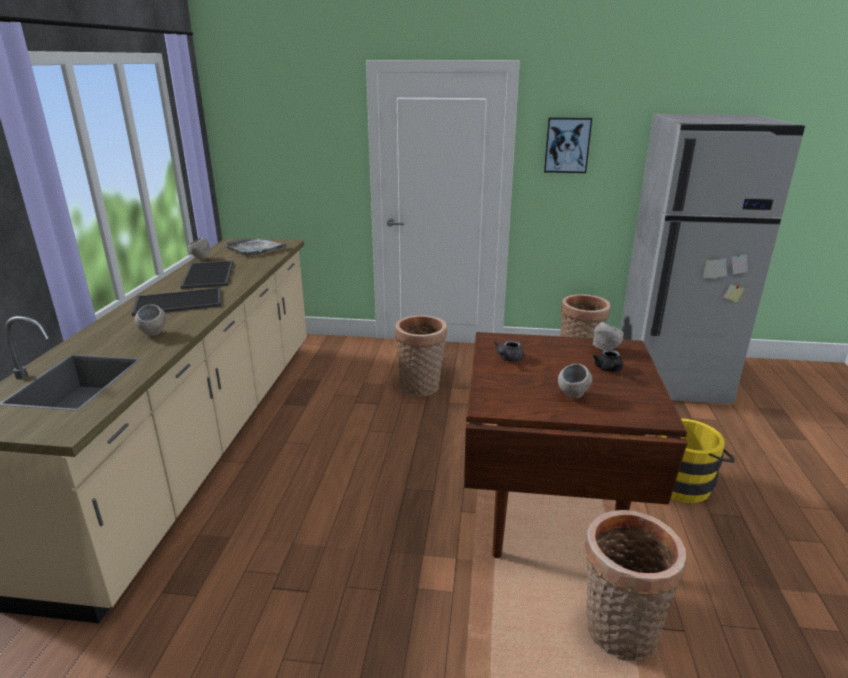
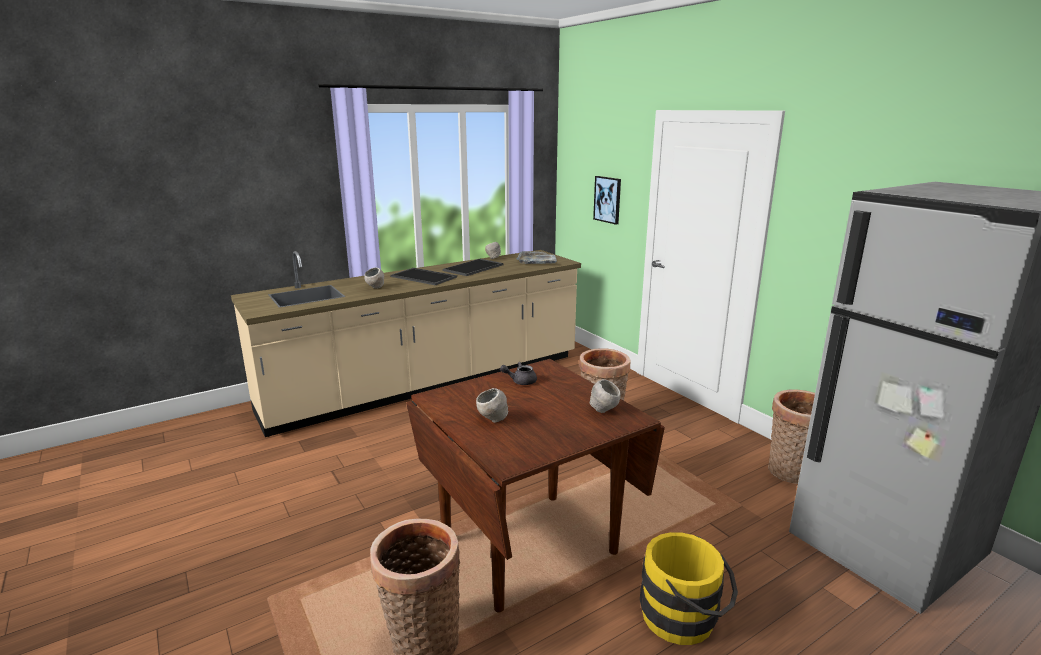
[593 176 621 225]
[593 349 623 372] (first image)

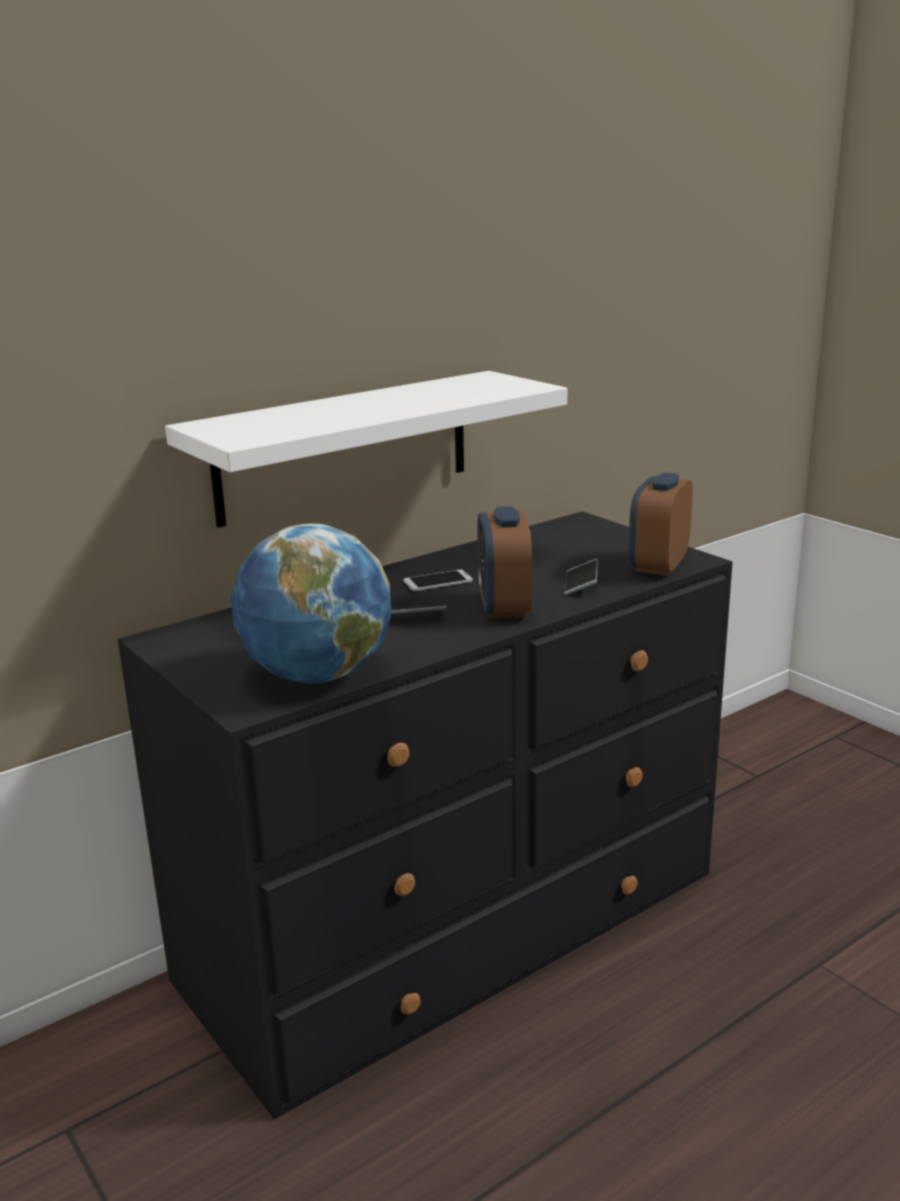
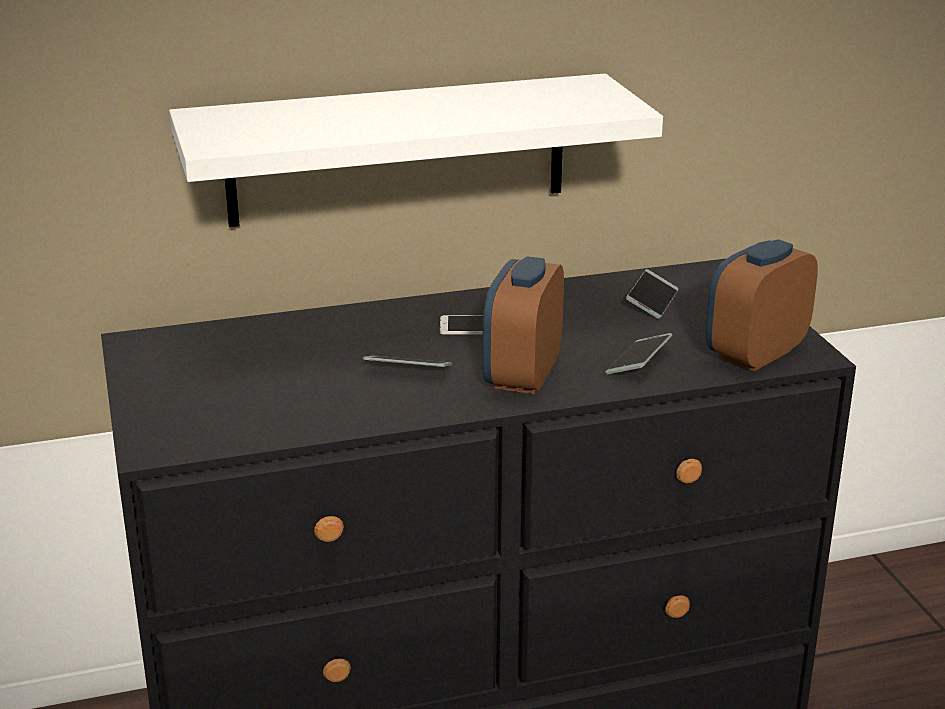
[626 269 678 319]
[231 523 391 683] (first image)

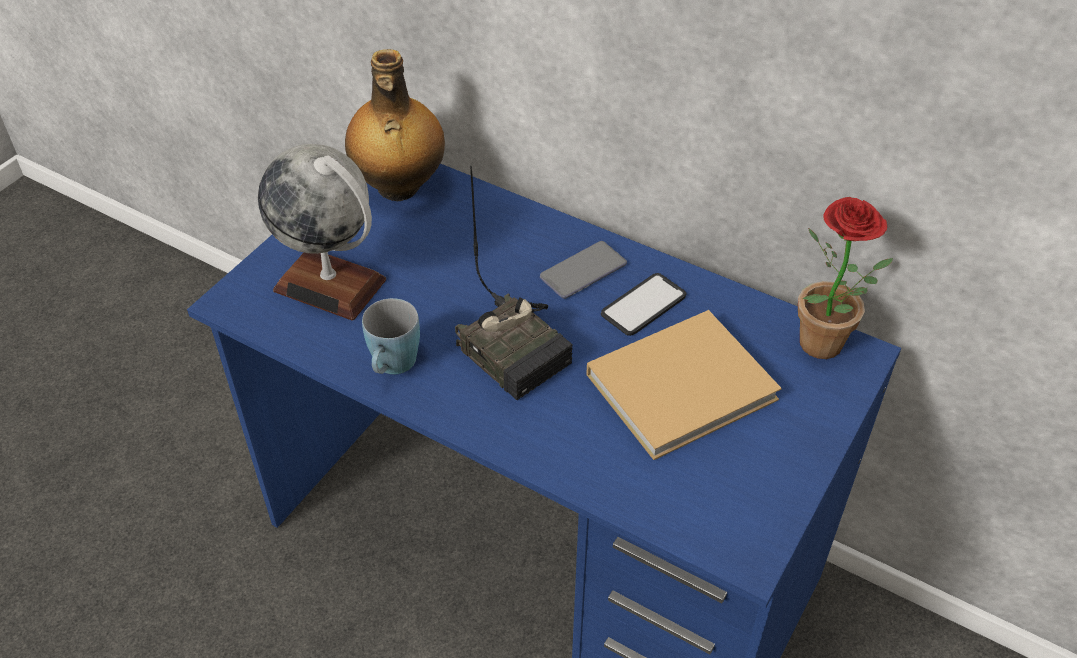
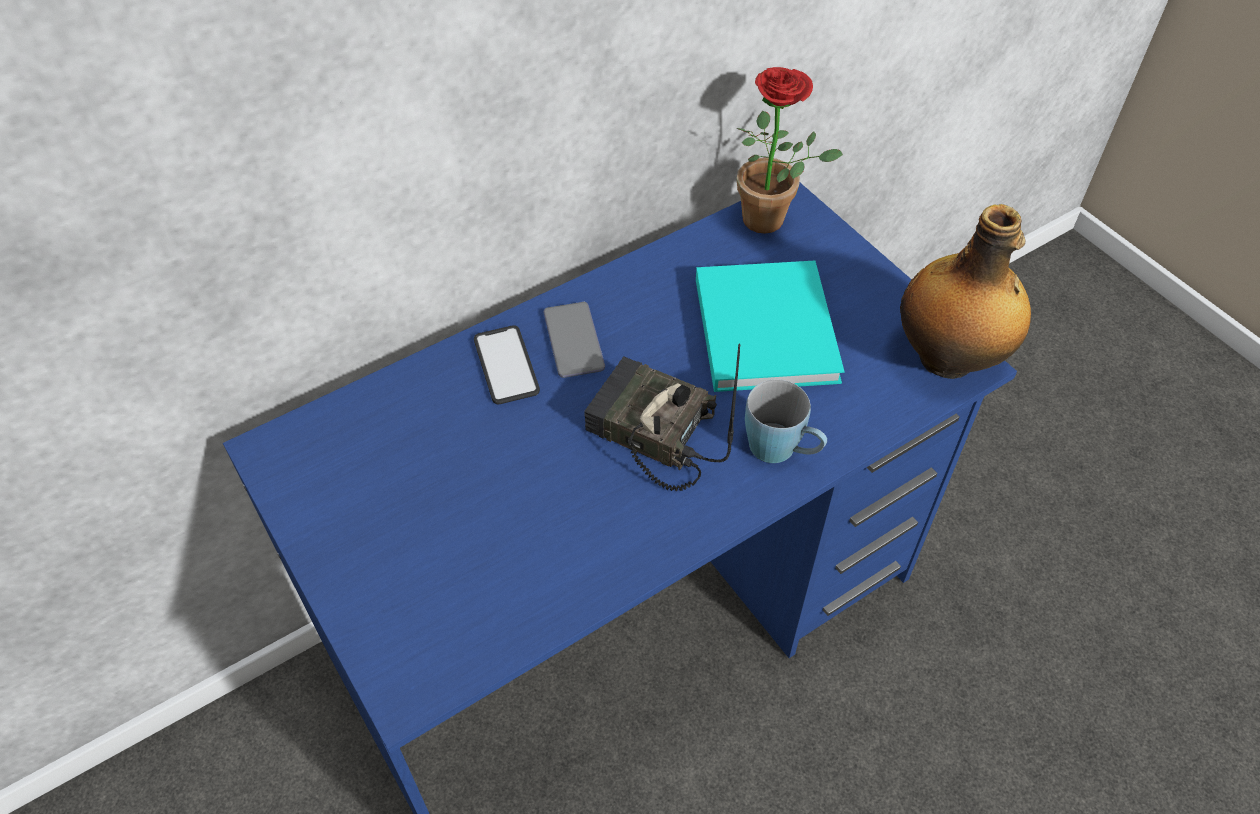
[474 325 540 404]
[584 343 740 491]
[696 261 845 392]
[745 379 827 463]
[900 204 1031 379]
[258 144 386 321] (first image)

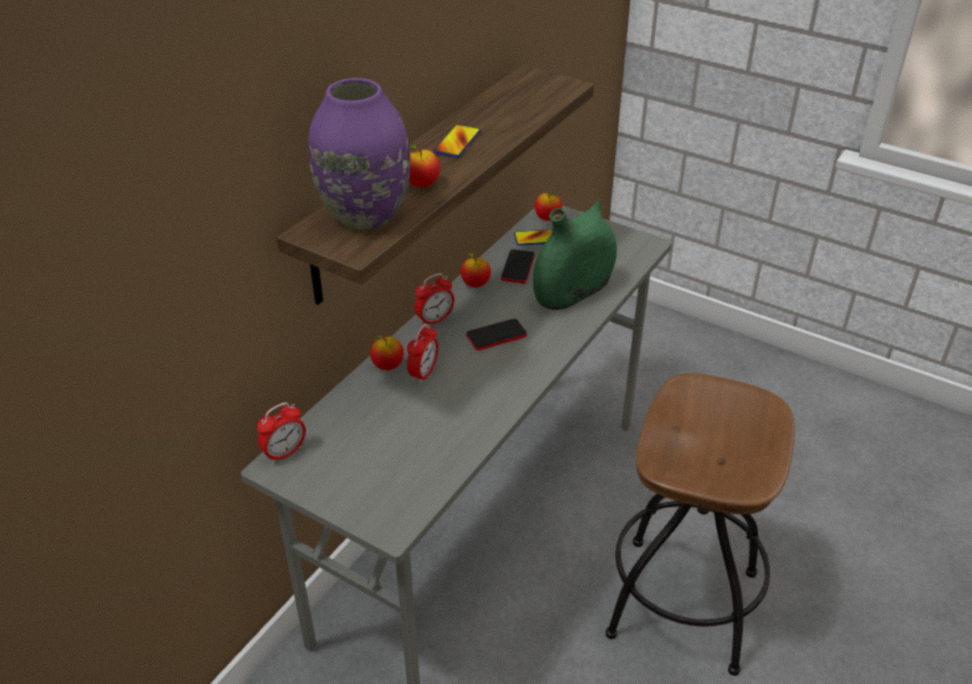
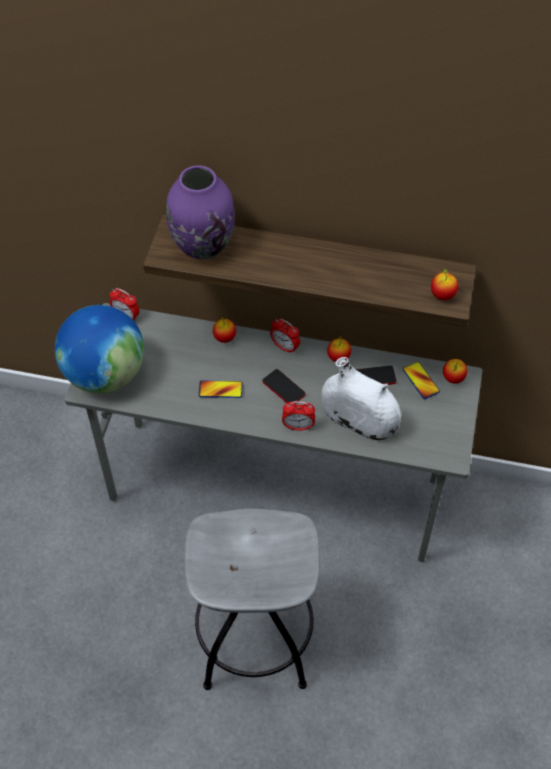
[55 305 144 393]
[184 508 320 690]
[199 381 243 398]
[282 401 315 430]
[321 357 401 440]
[431 268 458 300]

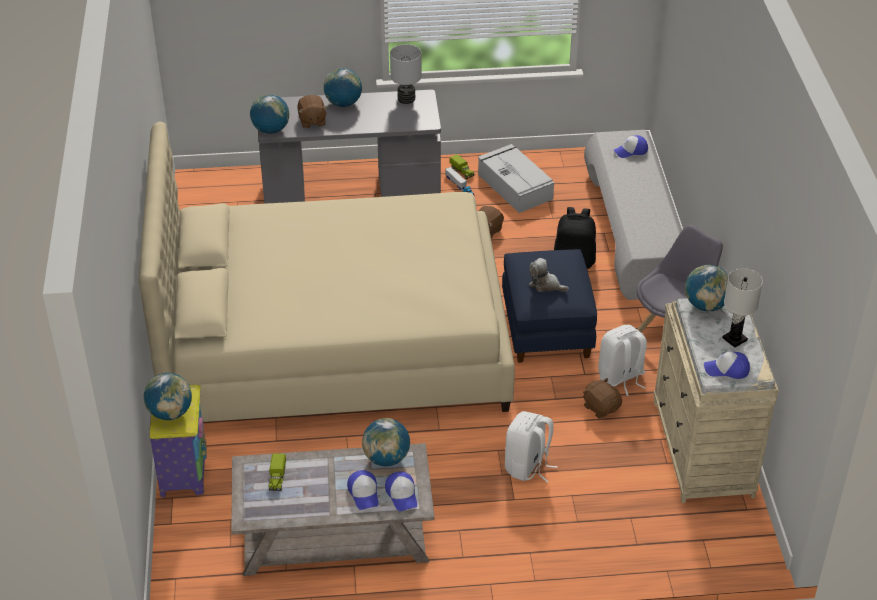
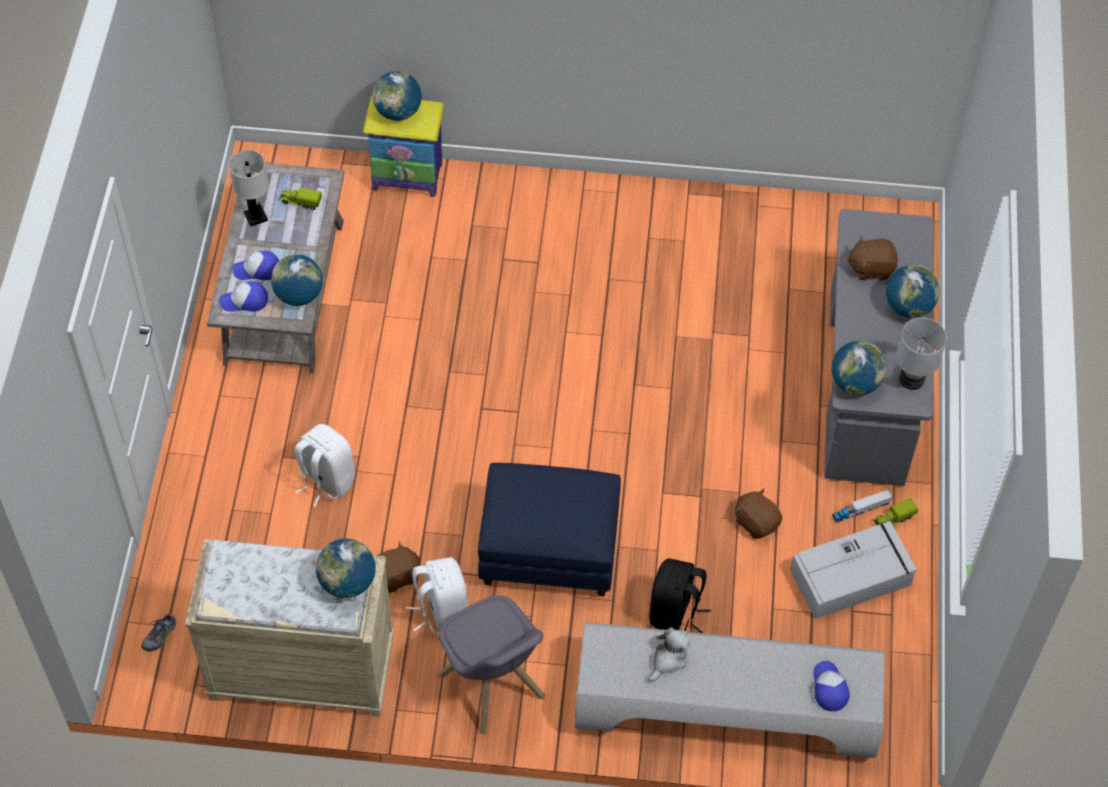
[141 614 176 651]
[229 150 269 227]
[649 627 690 682]
[831 341 886 395]
[139 122 515 422] (first image)
[704 351 750 379] (first image)

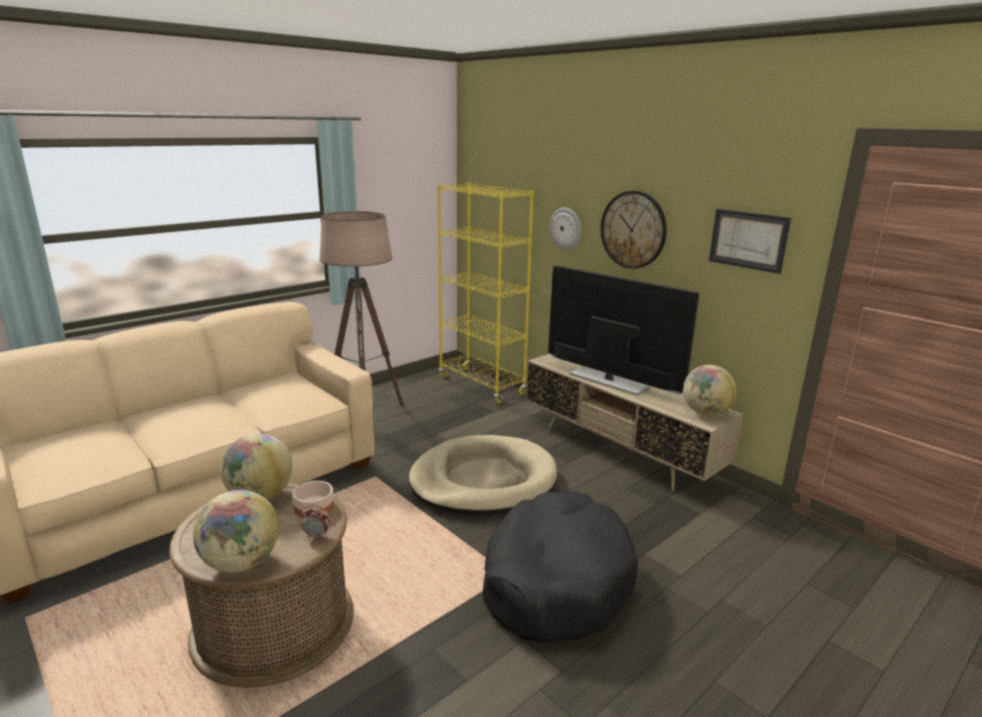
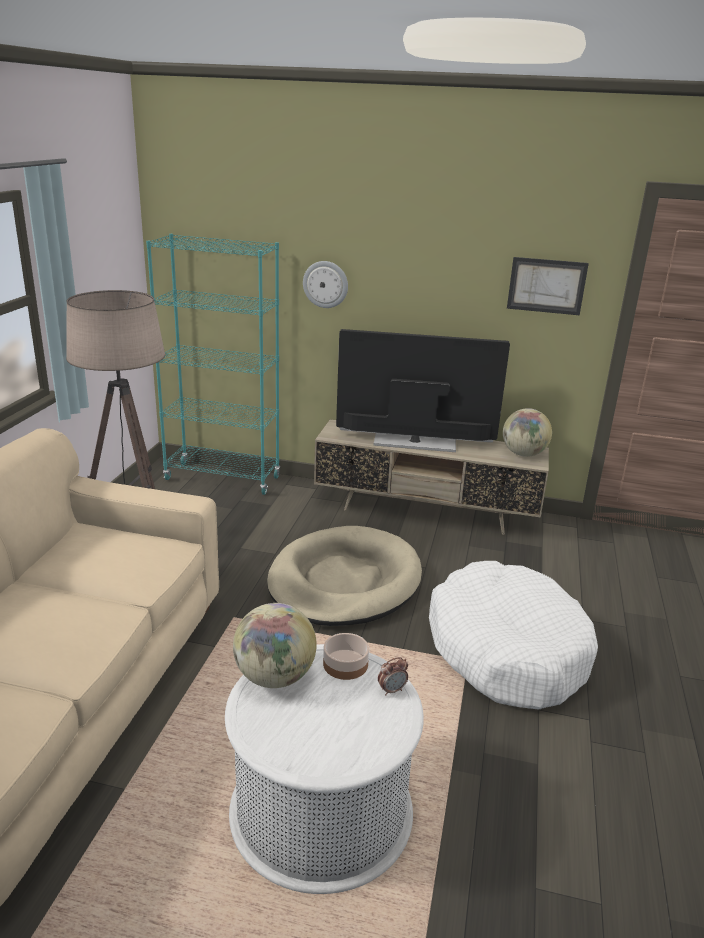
[146 234 280 495]
[225 644 424 894]
[429 561 598 710]
[193 490 279 573] (first image)
[601 191 667 269] (first image)

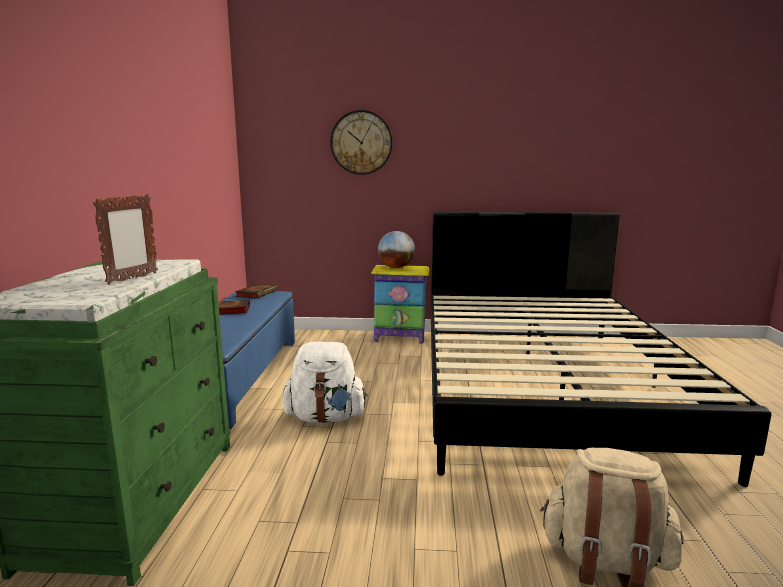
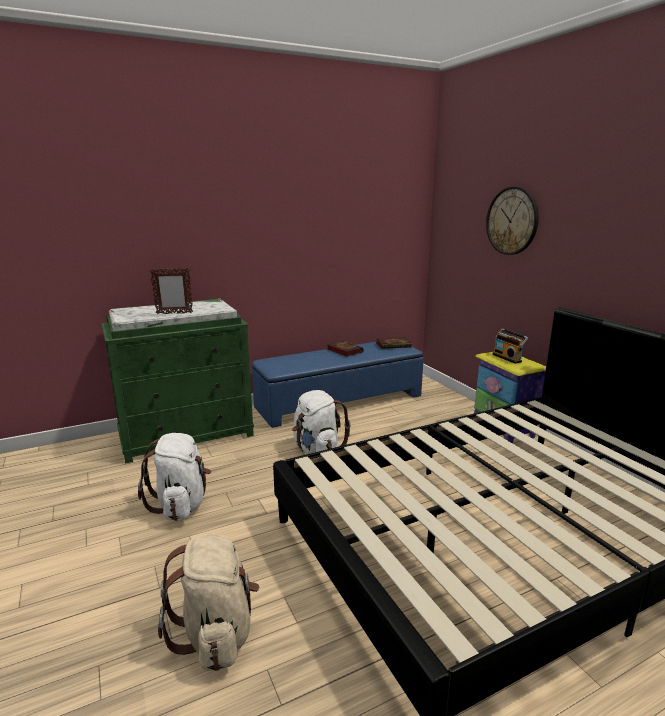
[138 433 211 521]
[492 329 528 364]

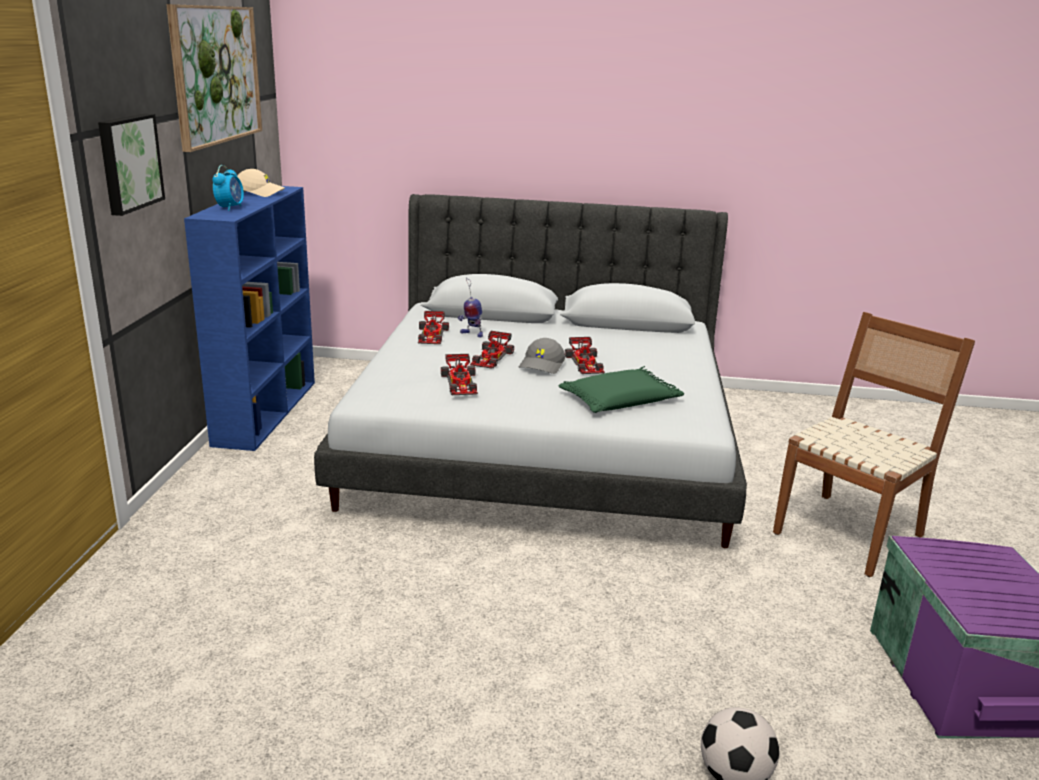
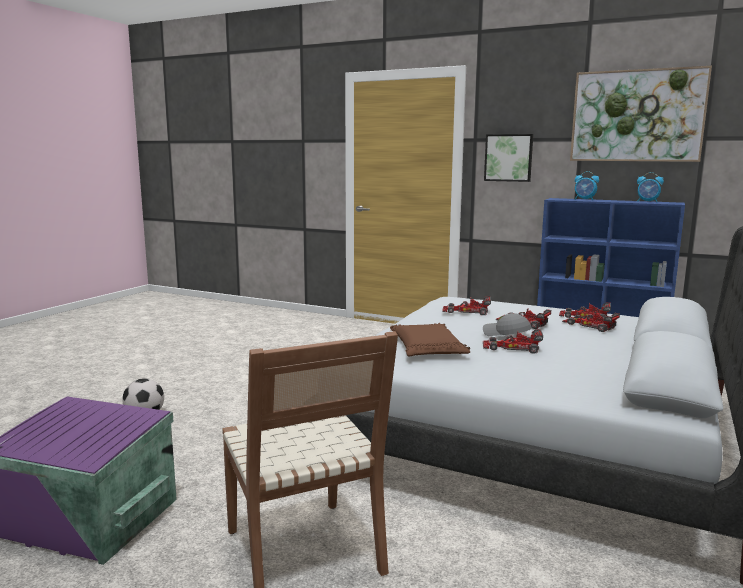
[390 323 470 356]
[562 311 620 332]
[637 172 664 202]

